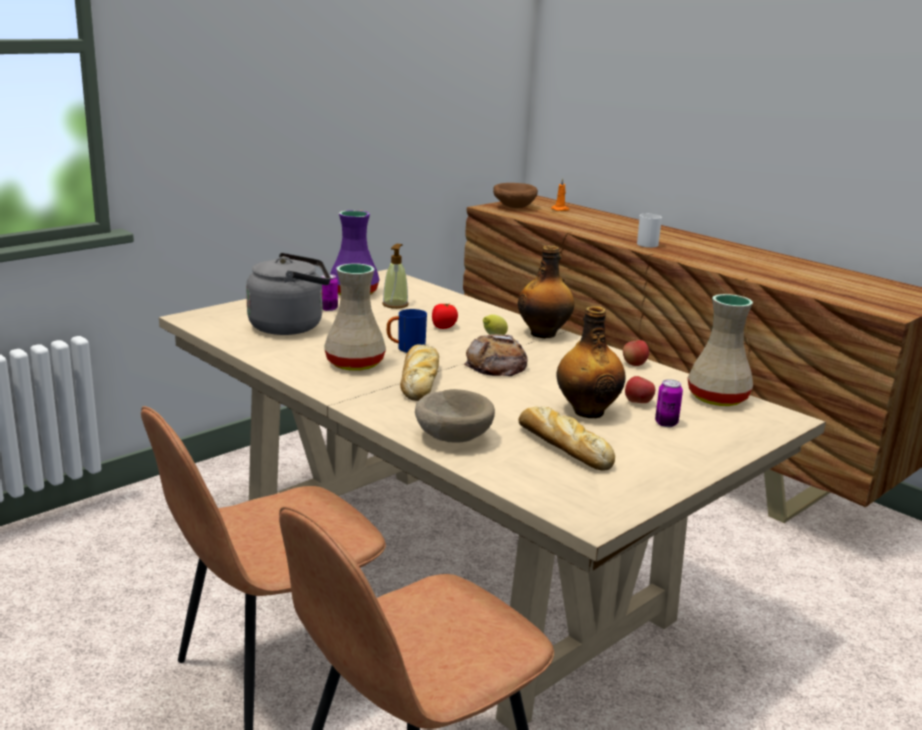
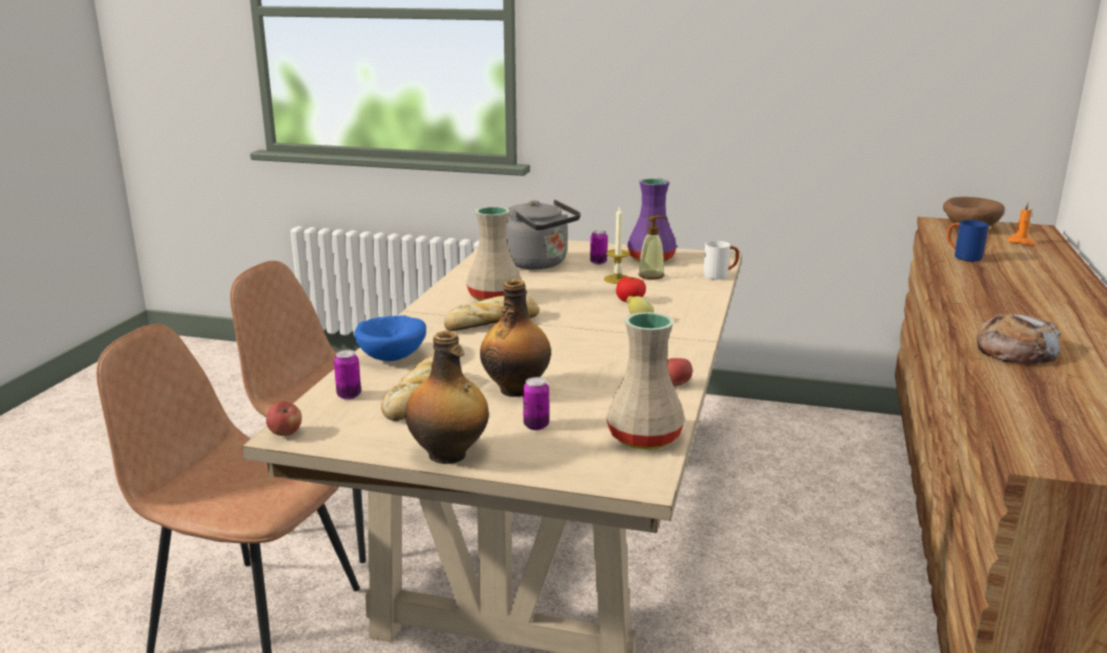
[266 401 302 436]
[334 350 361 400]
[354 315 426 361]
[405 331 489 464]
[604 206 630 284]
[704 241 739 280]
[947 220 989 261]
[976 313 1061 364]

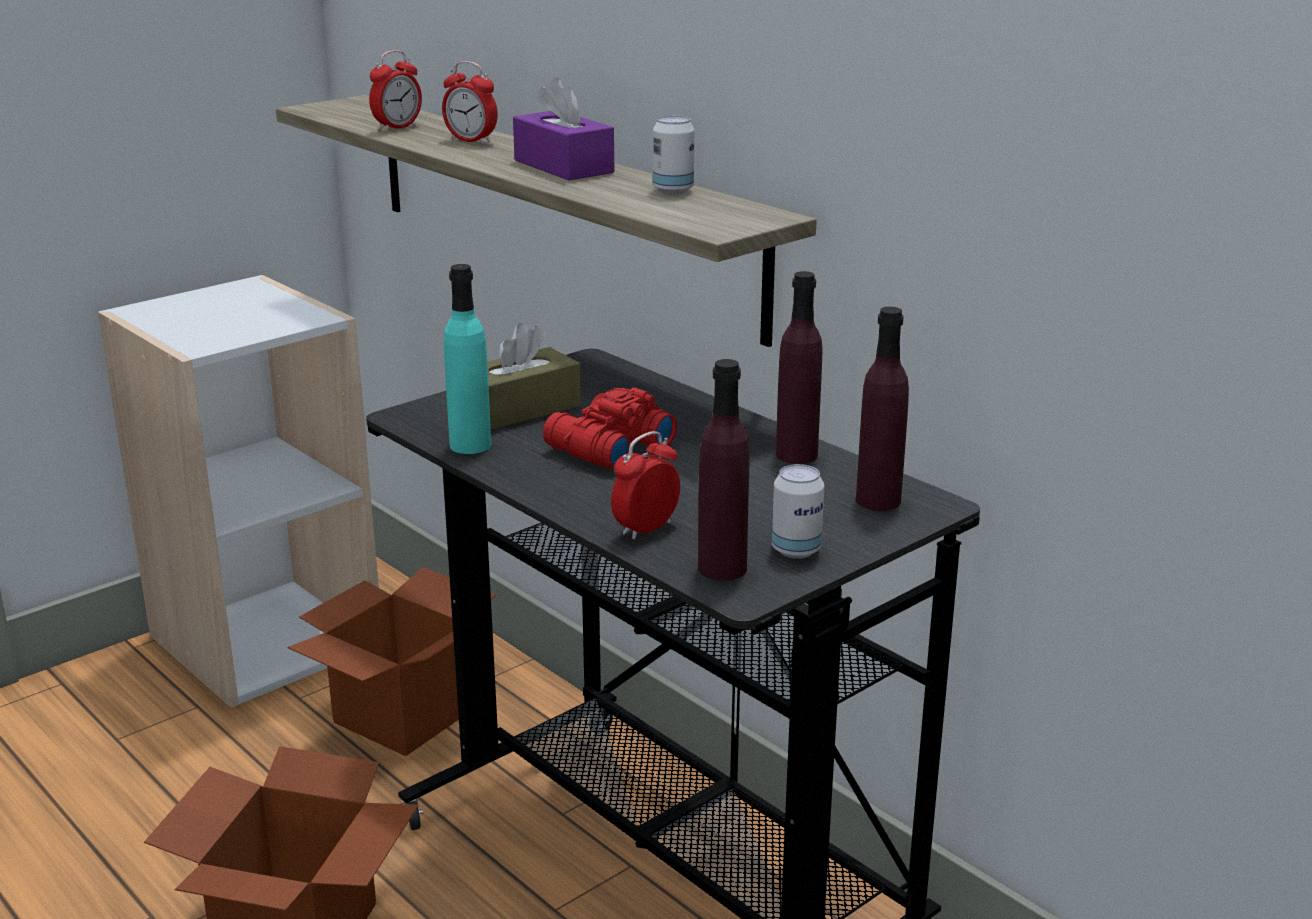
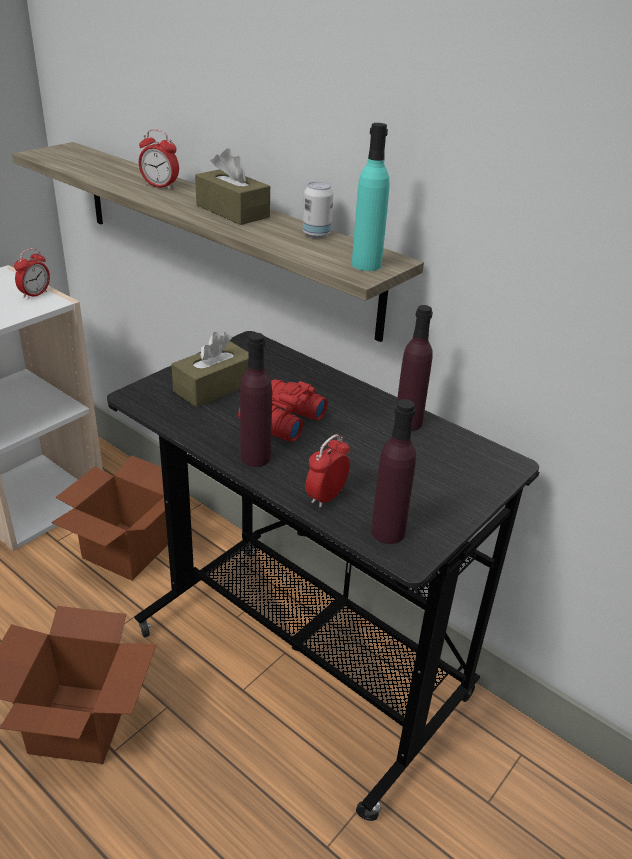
[14 248 50 300]
[195 148 270 225]
[240 333 272 467]
[352 123 390 271]
[772 464 824 559] (first image)

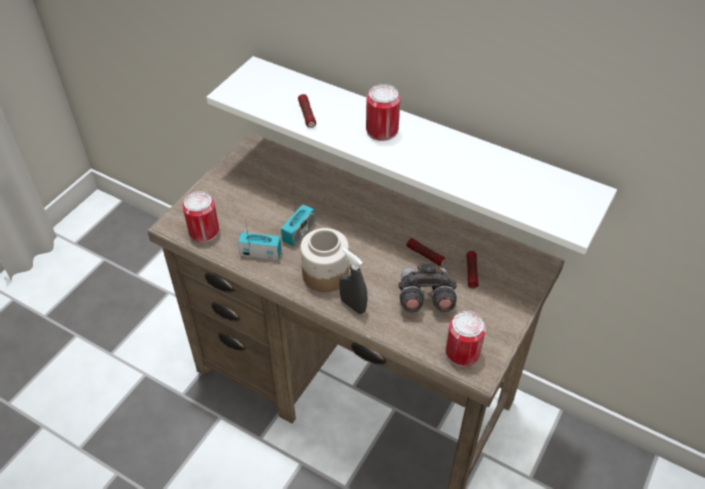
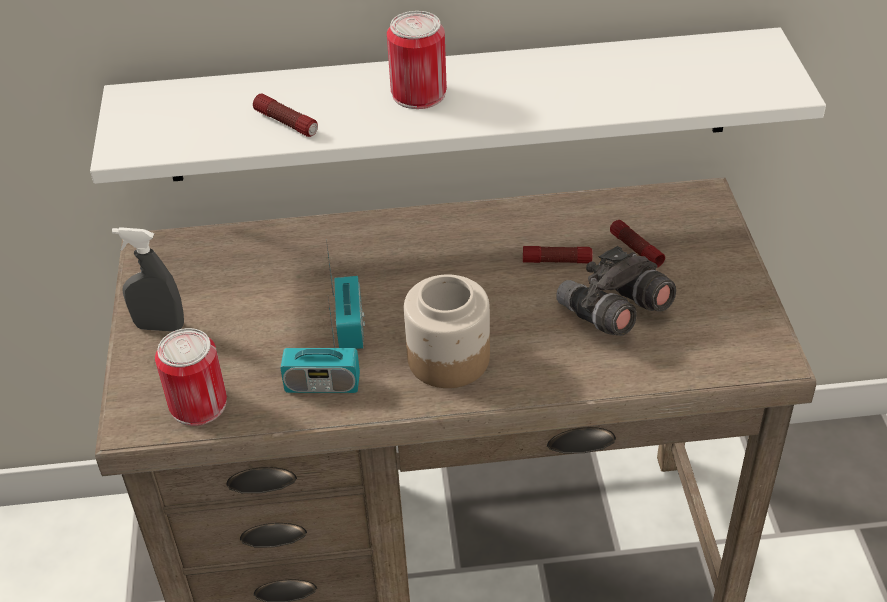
[112 227 184 332]
[280 298 360 393]
[446 311 486 367] (first image)

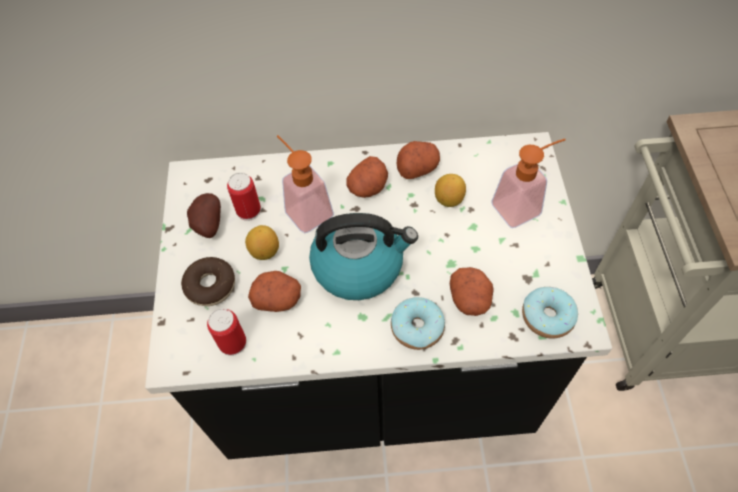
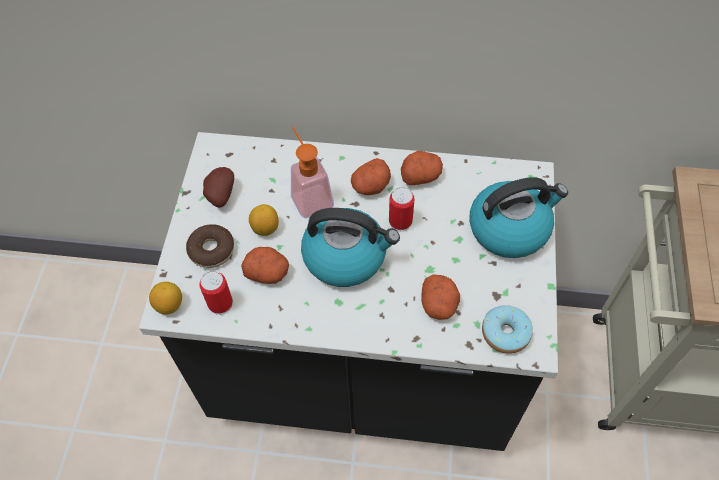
[149 282 182 315]
[389 187 414 231]
[470 177 568 258]
[391 297 445 350] (first image)

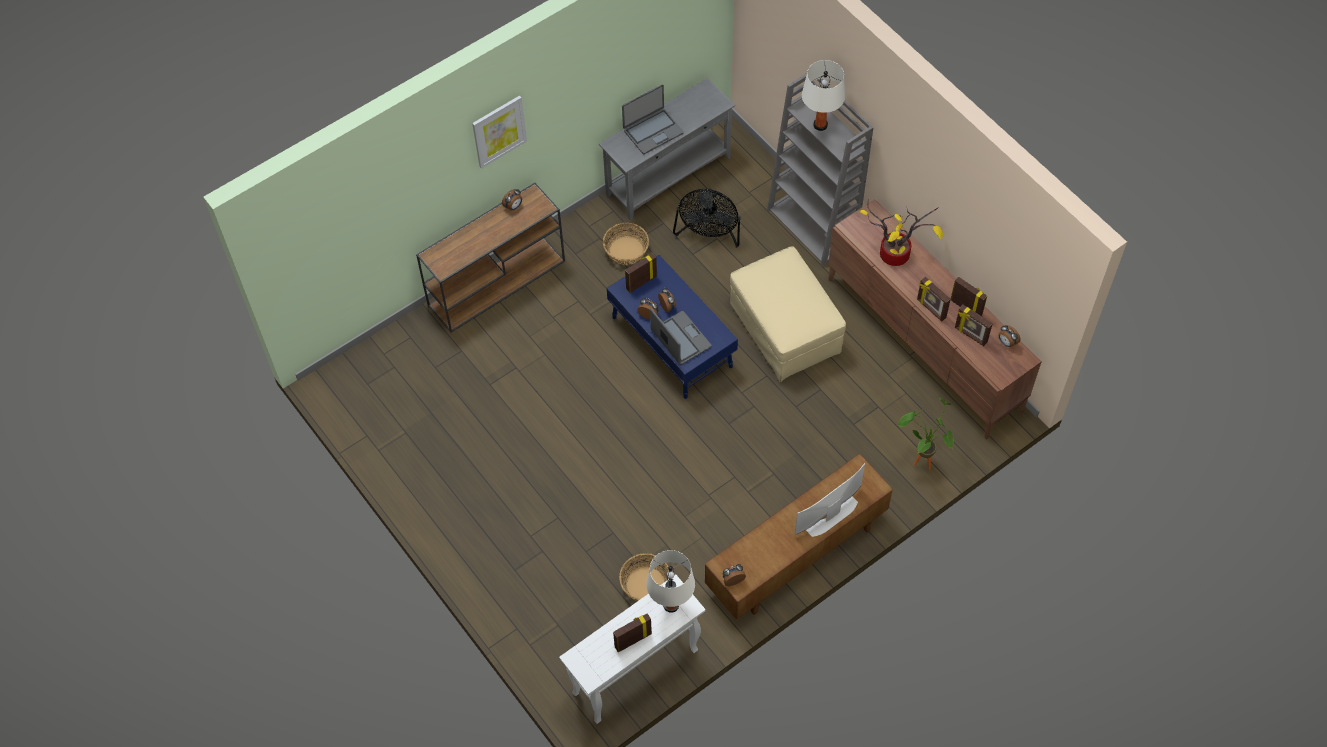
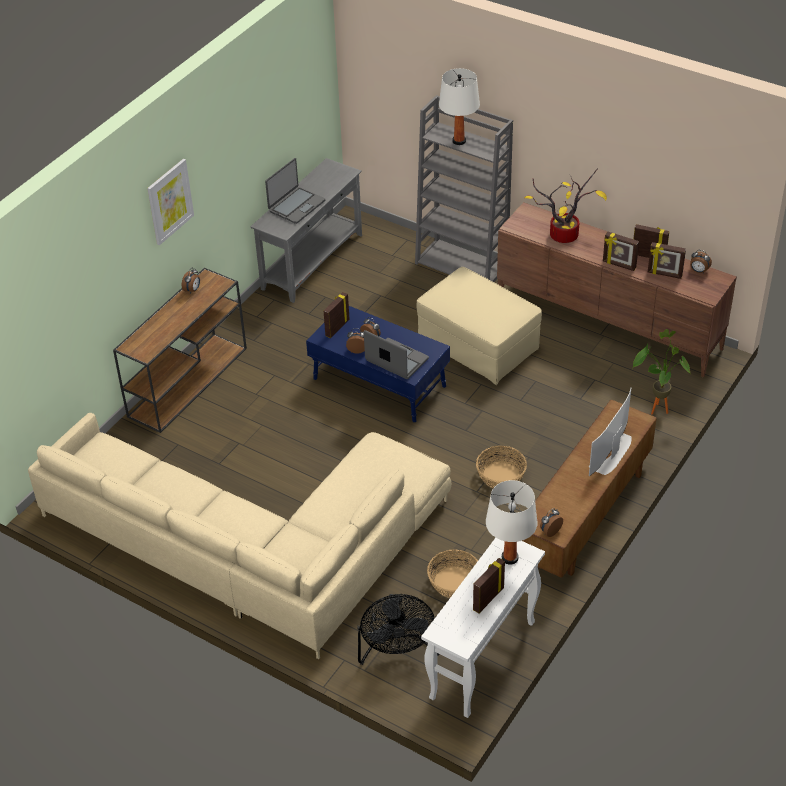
[28 413 451 659]
[357 594 440 665]
[476 446 527 488]

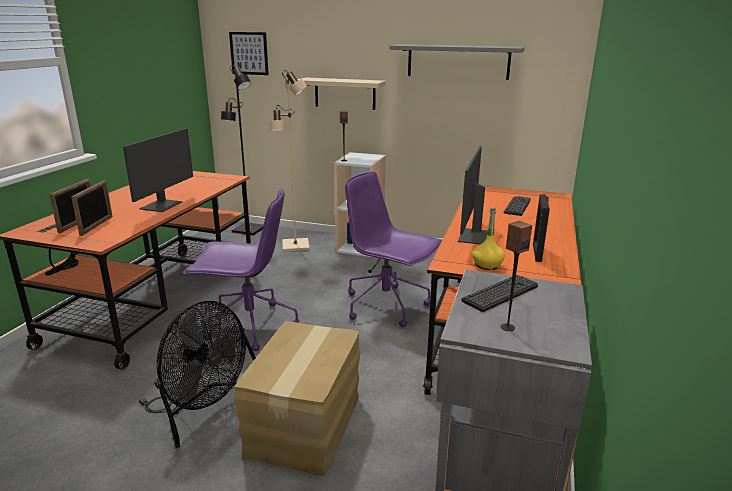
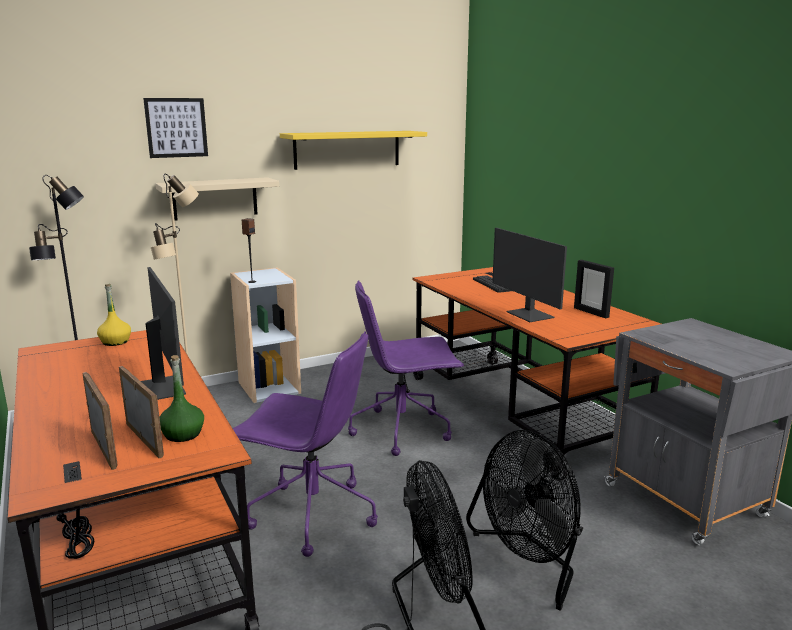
[97 284 131 346]
[143 98 208 158]
[160 355 204 442]
[233 331 378 557]
[280 131 427 170]
[466 430 583 611]
[461 275 538 312] (first image)
[500 221 532 331] (first image)

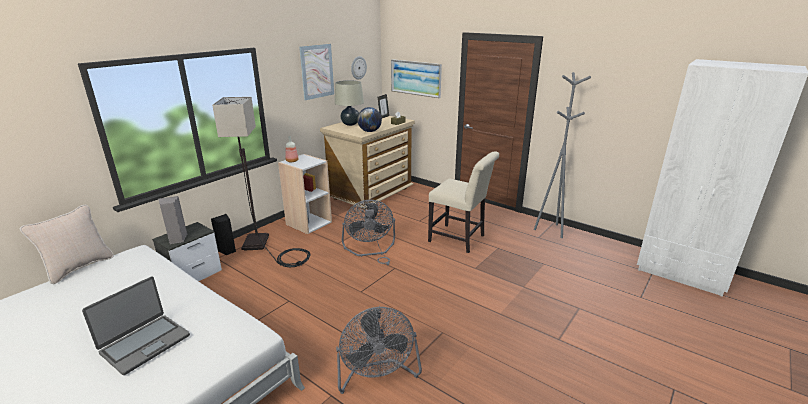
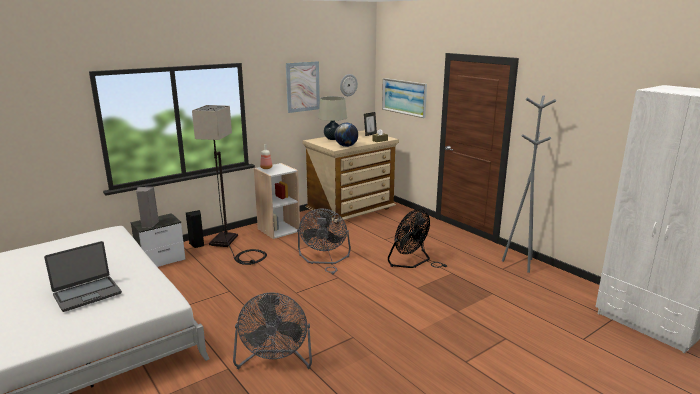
[388 209 447 268]
[20 205 114 284] (first image)

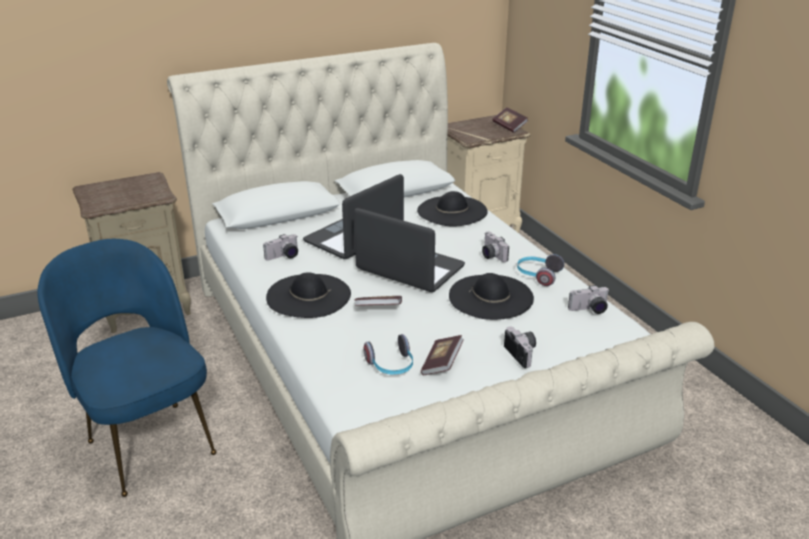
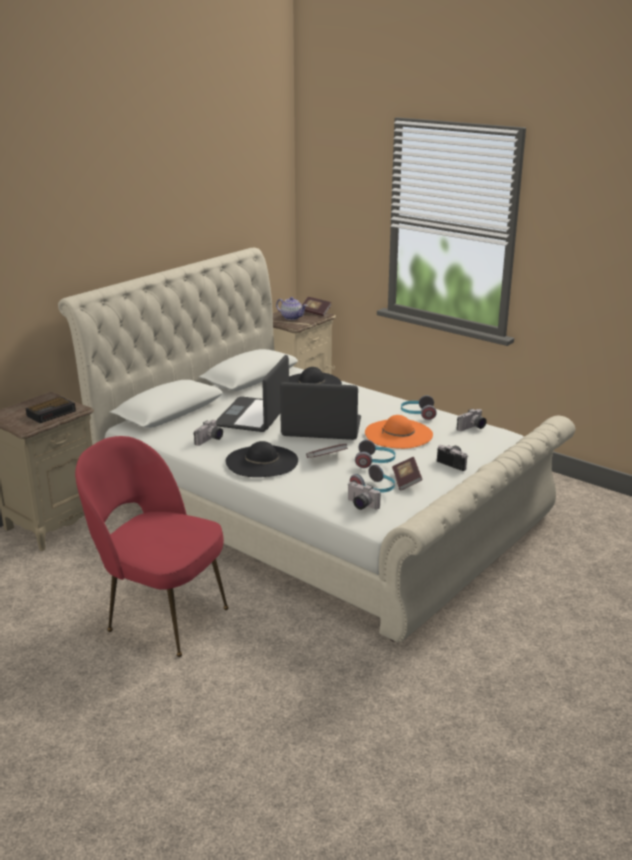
[26 397 76 423]
[75 436 229 657]
[276 297 307 320]
[347 482 381 510]
[355 440 395 468]
[365 415 433 449]

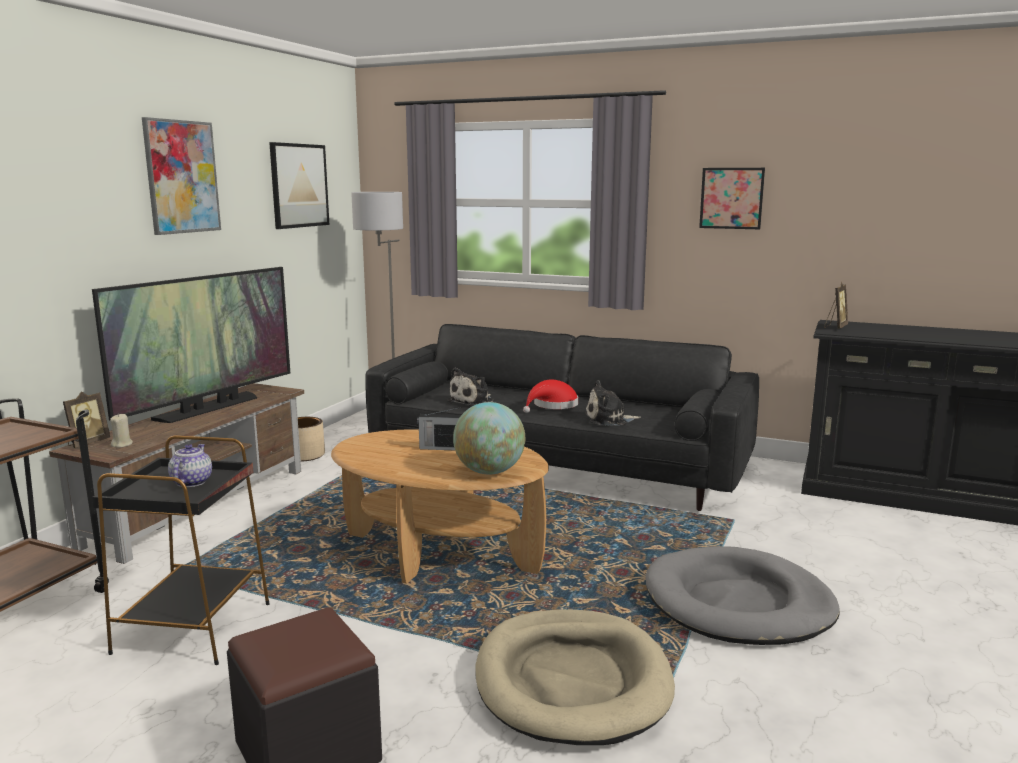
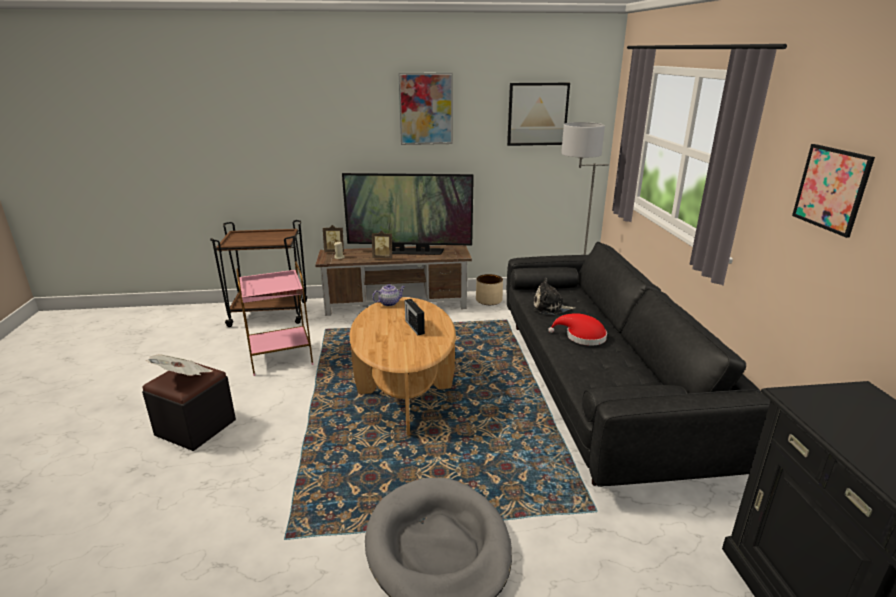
[146 354 213 376]
[236 261 313 376]
[372 231 392 259]
[372 284 405 306]
[453 402 525 475] (first image)
[476 609 675 745] (first image)
[585 380 641 425] (first image)

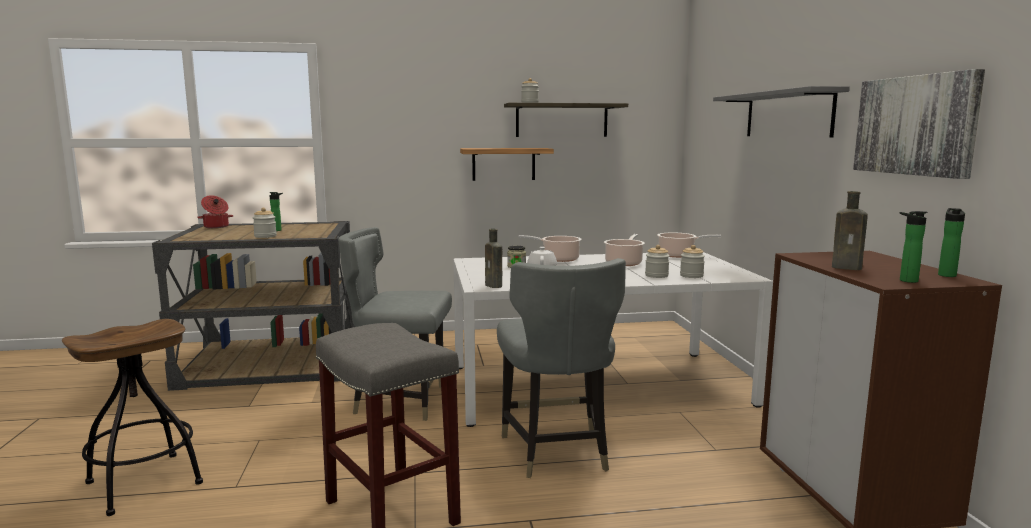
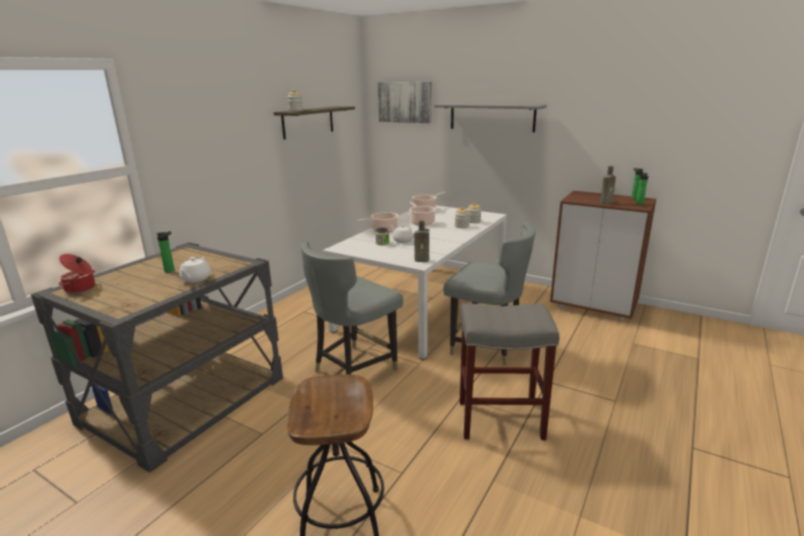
[179 257 211 283]
[378 82 431 123]
[460 148 554 181] (first image)

